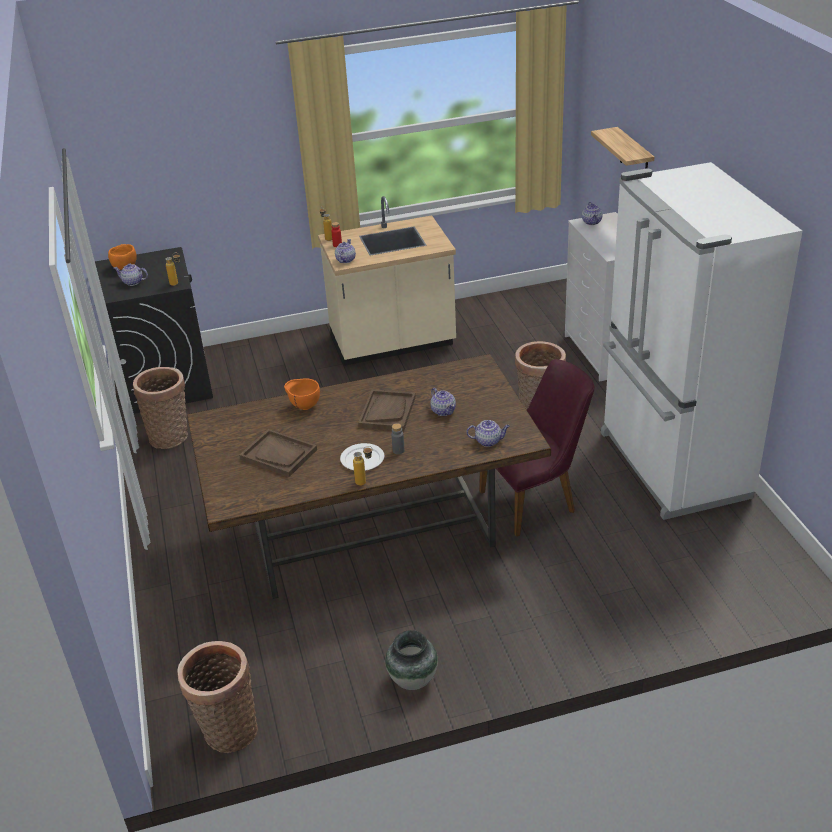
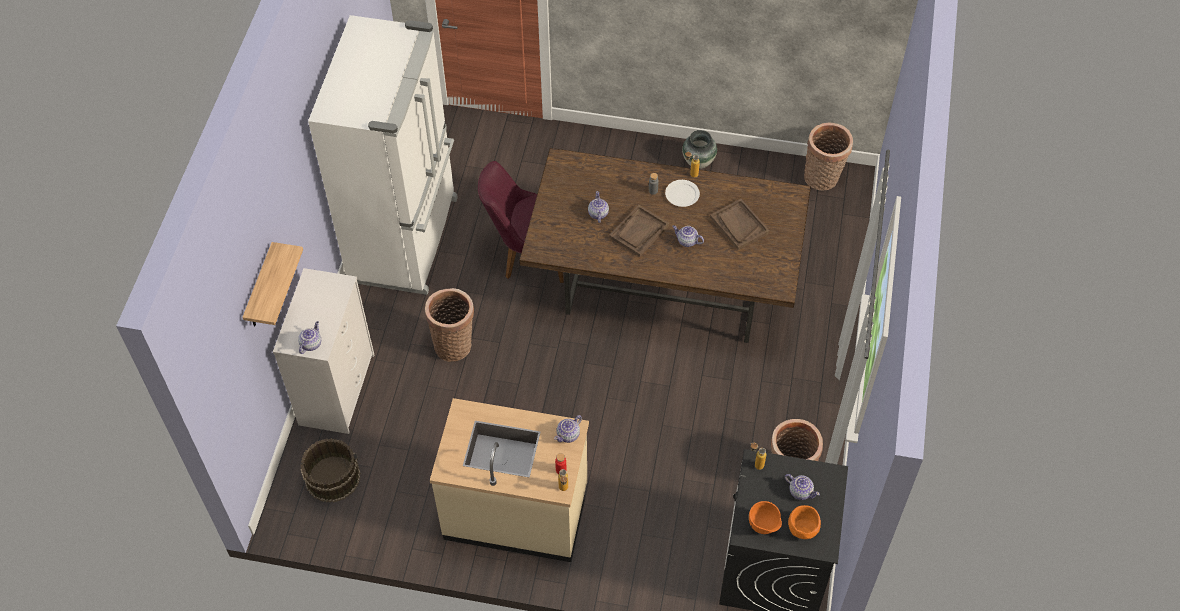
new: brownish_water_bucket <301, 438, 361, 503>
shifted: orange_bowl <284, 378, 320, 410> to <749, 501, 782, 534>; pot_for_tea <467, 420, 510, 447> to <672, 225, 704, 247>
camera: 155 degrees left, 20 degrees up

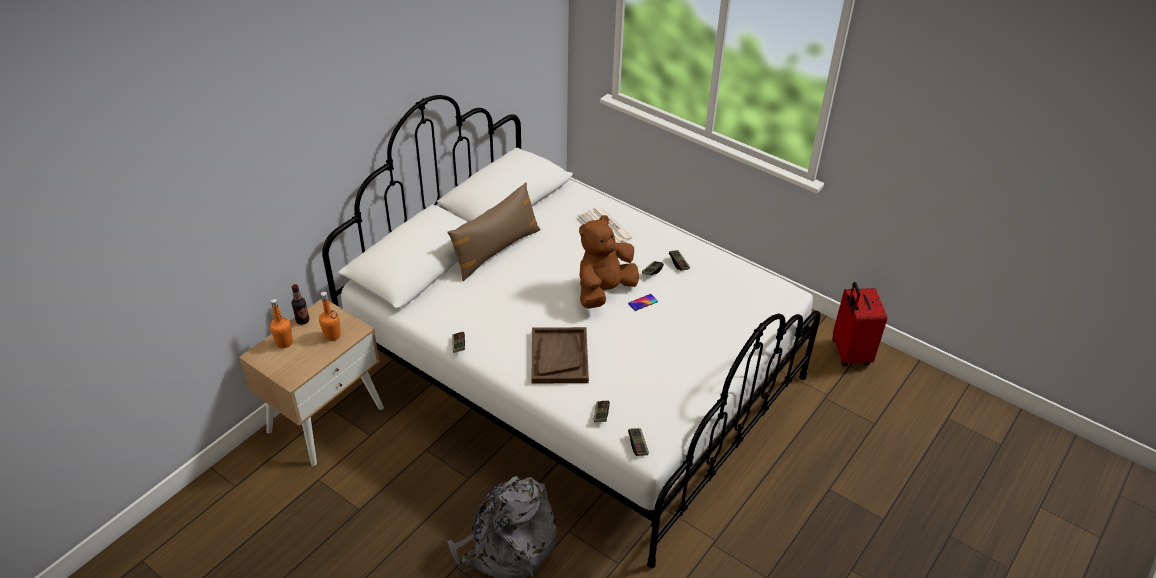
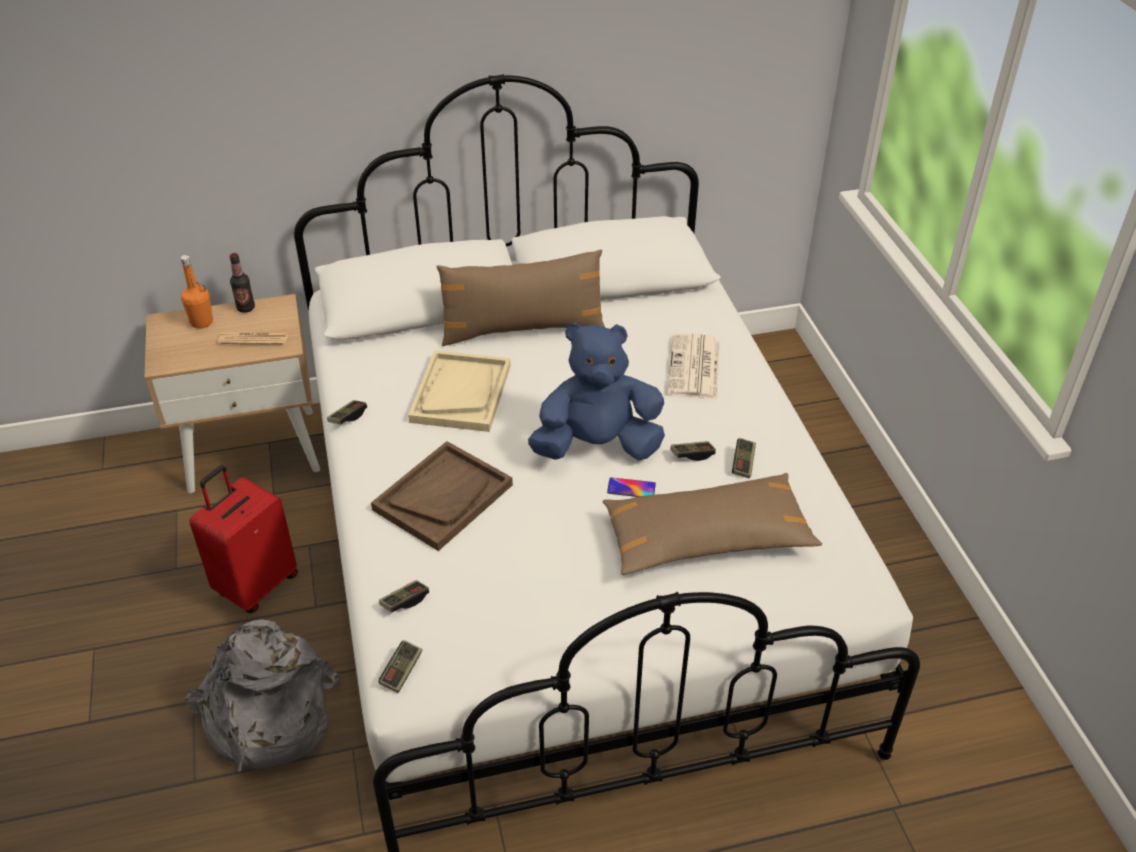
new: beige-coloured_serving_tray <408, 350, 511, 432>; brownish_throw_pillow <603, 473, 822, 575>
shifted: reddish_travel_case <833, 282, 887, 366> to <189, 465, 298, 613>
swapped: orange_bottle <319, 292, 341, 341> to newspaper <218, 332, 289, 345>
repainted: brownish_cuddly_toy <579, 215, 639, 309> to blue_cuddly_toy <528, 323, 665, 461>
camera: 40 degrees right, 0 degrees up

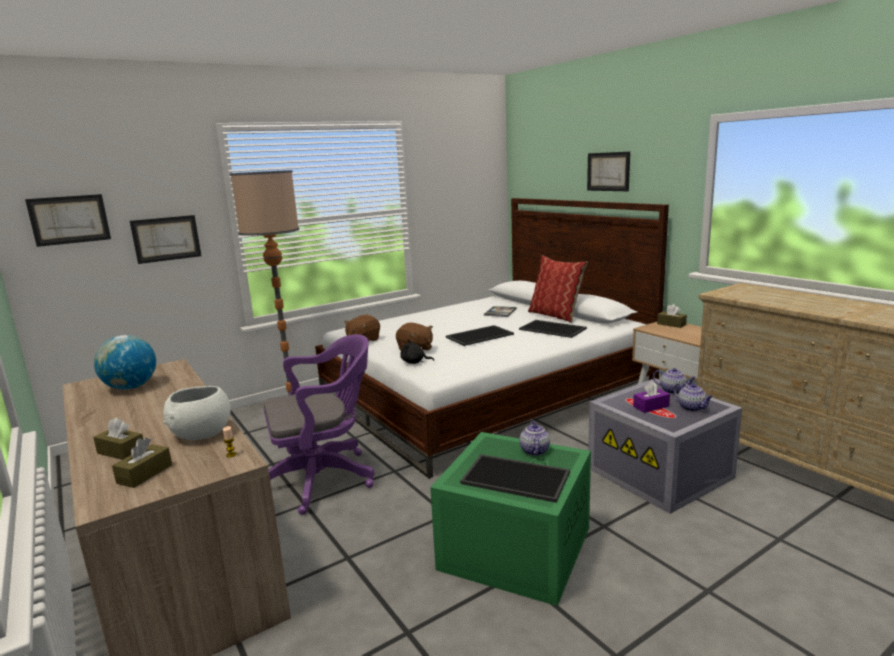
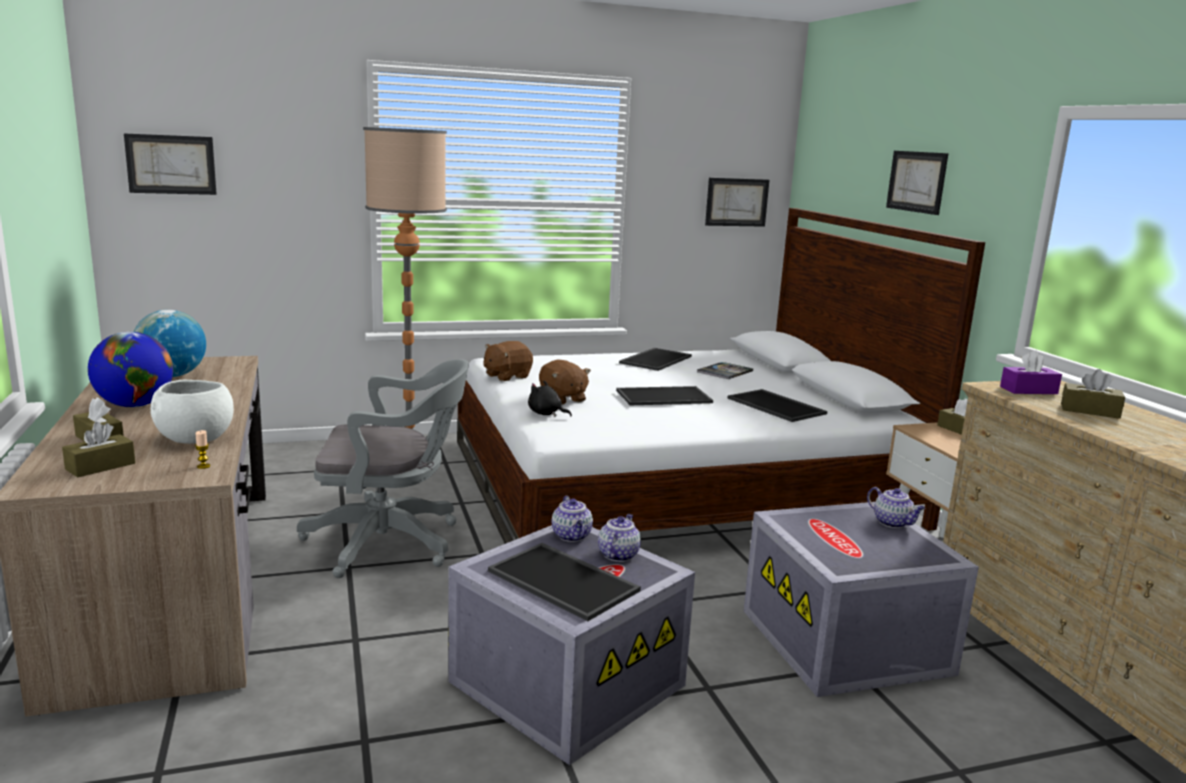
gone: throw_pillow <528, 255, 588, 323>
new: desk_globe <88, 332, 173, 407>; serving_tray <619, 348, 692, 371>; brownish_tissue_box <1061, 369, 1125, 419>
shifted: picture <130, 215, 201, 264> to <705, 178, 769, 227>; purple_tissue_box <633, 381, 670, 413> to <1000, 350, 1062, 394>; pot_for_tea <673, 383, 713, 411> to <552, 496, 593, 542>
repainted: purple_computer_chair <264, 334, 375, 515> to greyish_computer_chair <297, 359, 469, 578>; greenish_storage_bin <430, 432, 591, 606> to greyish_storage_bin <448, 525, 695, 765>
camera: 15 degrees right, 0 degrees up

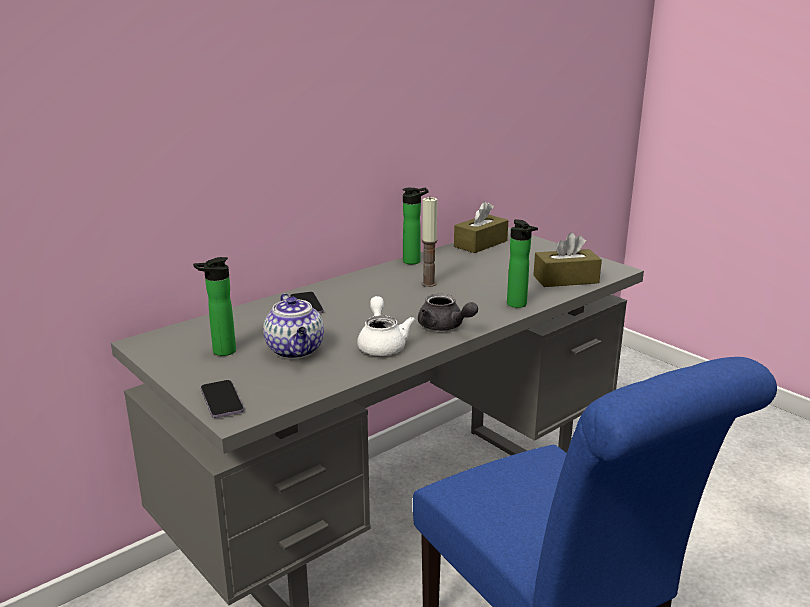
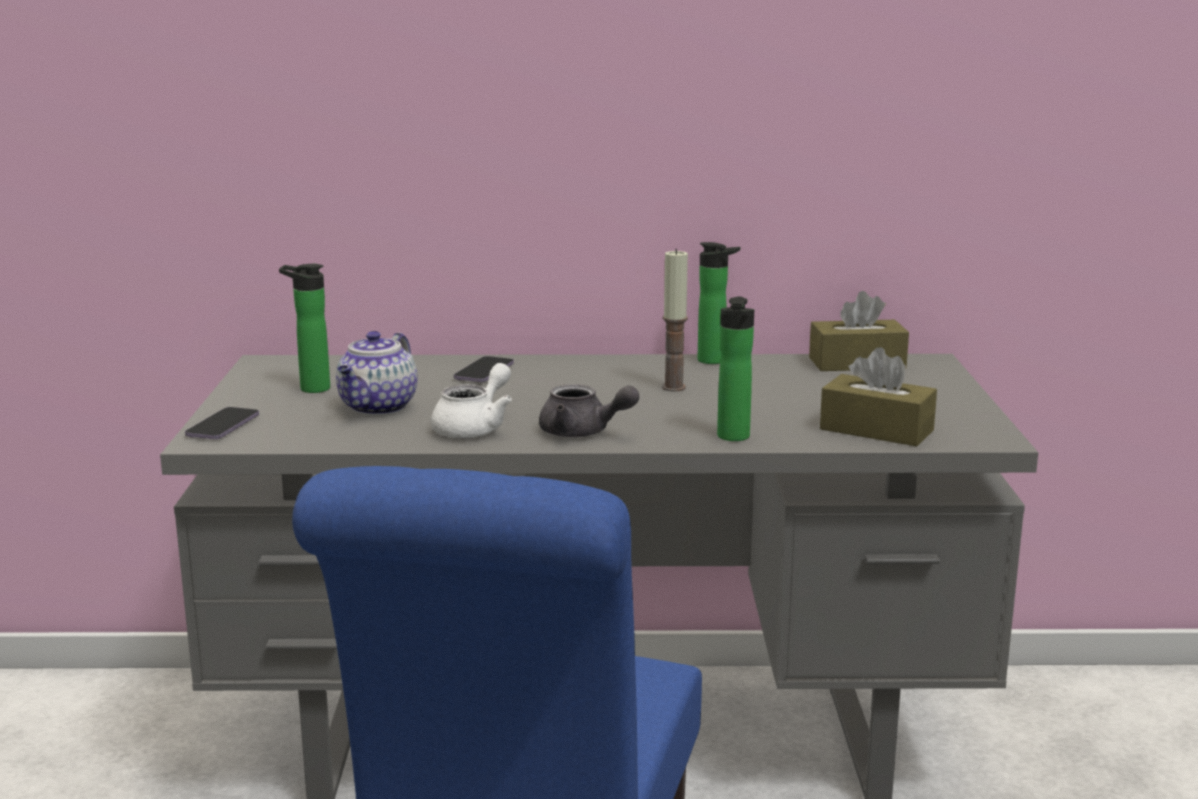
rotated: greyish_pot_for_tea <418, 294, 478, 331> = <539, 384, 639, 437> 60 degrees counterclockwise
camera: 40 degrees right, 5 degrees down

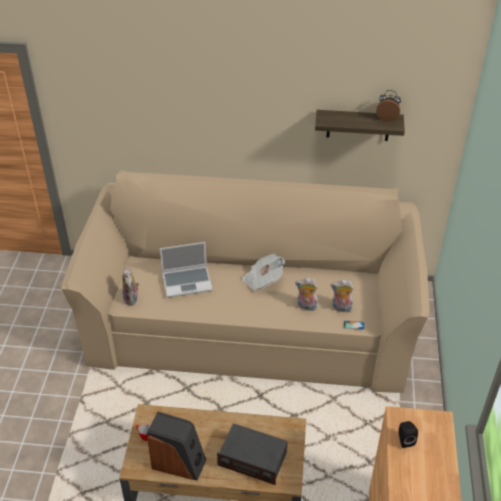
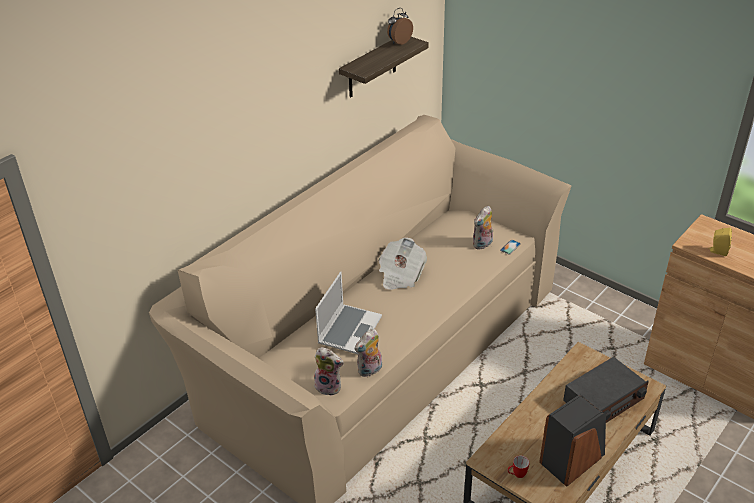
shifted: cuddly_toy <295, 278, 318, 311> to <355, 329, 382, 377>
repainted: black-coloured_audio_speaker <399, 421, 418, 448> to yellow-coloured_audio_speaker <709, 228, 732, 256>
camera: 55 degrees left, 5 degrees down

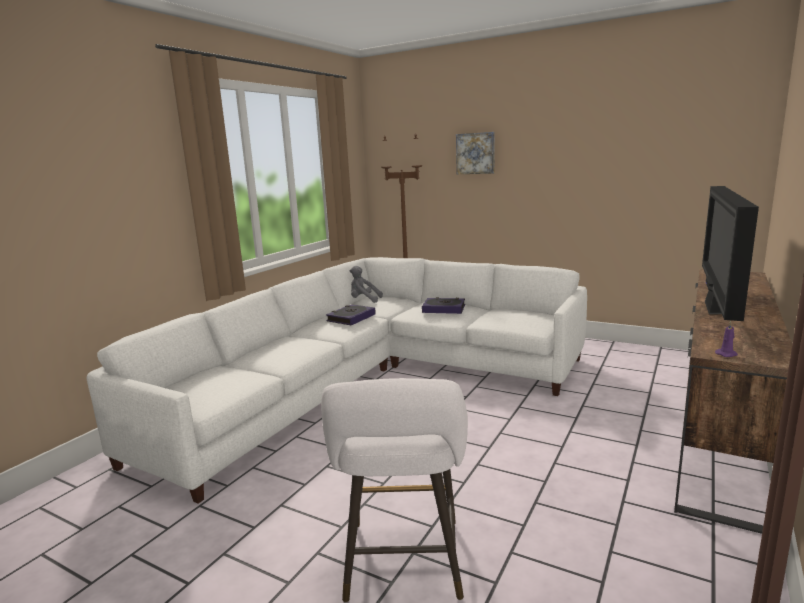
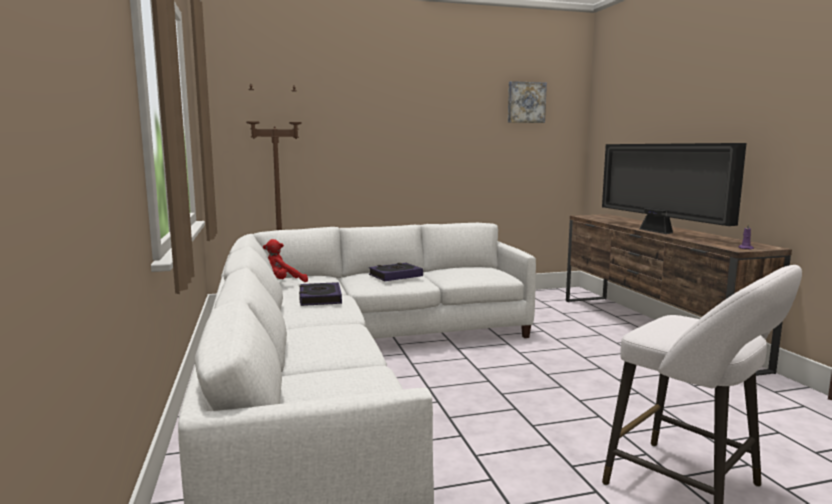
shifted: picture <456, 132, 495, 174> to <508, 81, 547, 123>
repainted: greyish_cuddly_toy <350, 266, 383, 303> to reddish_cuddly_toy <263, 239, 308, 282>
camera: 45 degrees left, 5 degrees down

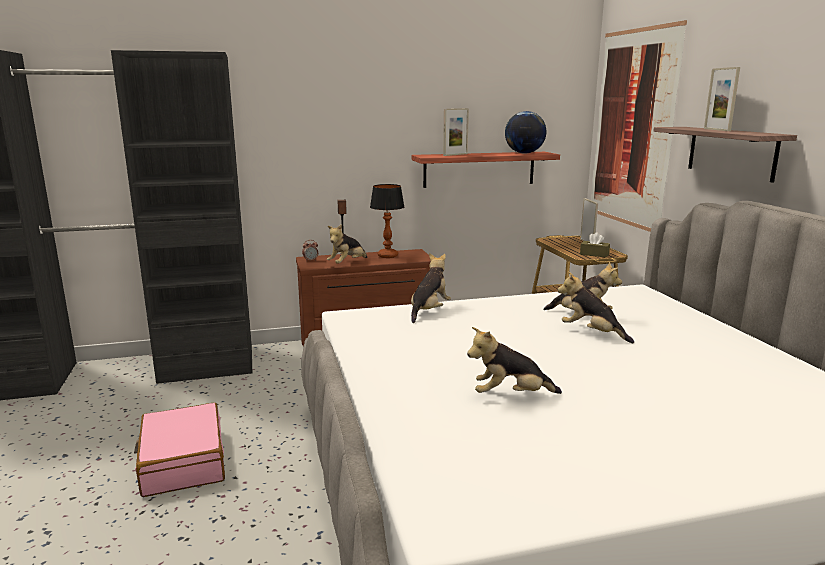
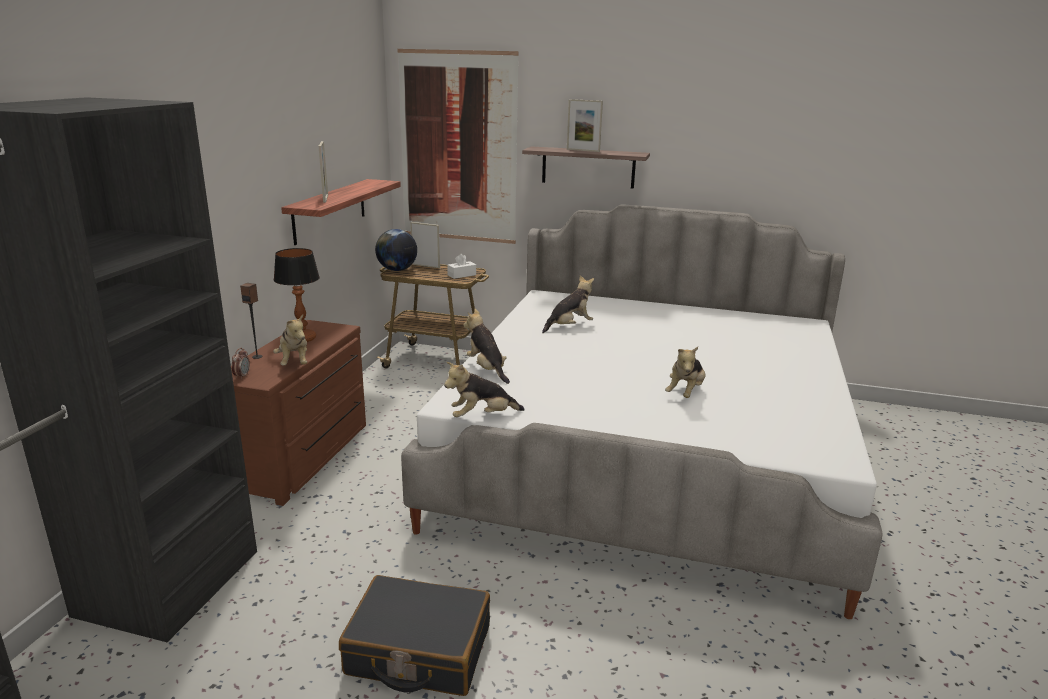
shifted: desk_globe <505, 111, 546, 154> to <375, 229, 417, 271>; cuddly_toy <558, 271, 634, 343> to <444, 362, 525, 417>
repainted: pinkish_travel_case <134, 402, 225, 497> to black-coloured_travel_case <339, 575, 490, 696>; brownish_tissue_box <580, 232, 610, 258> to white_tissue_box <447, 254, 476, 279>
camera: 60 degrees left, 5 degrees up

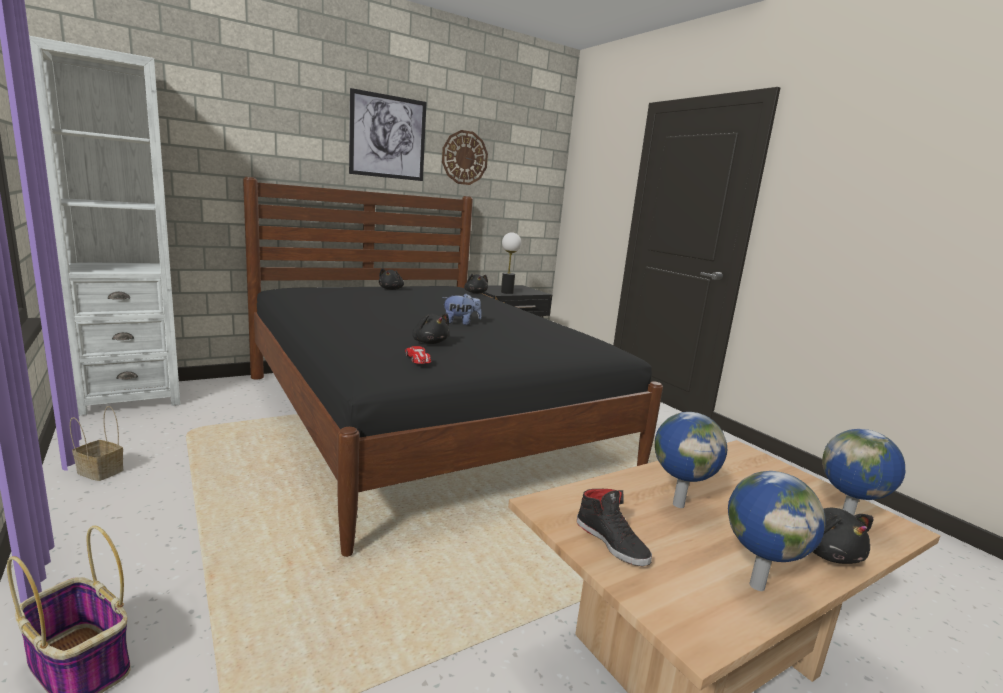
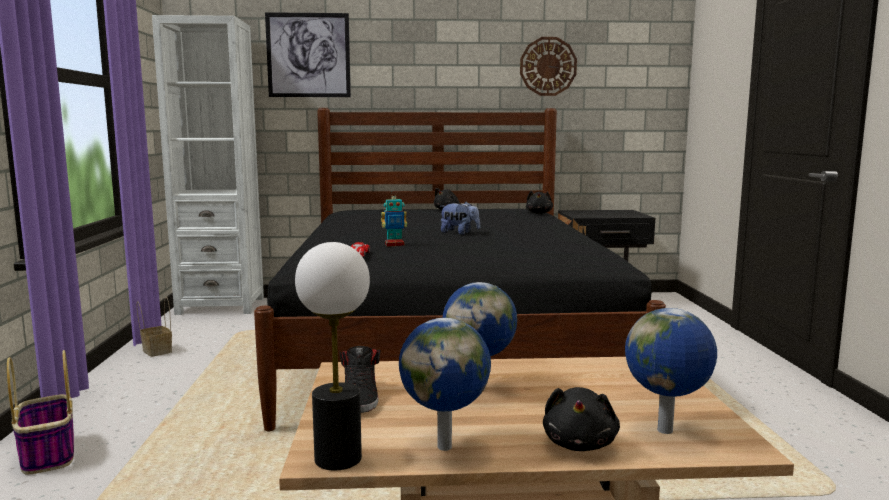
shifted: picture <349, 88, 427, 181> to <265, 12, 351, 97>; table_lamp <501, 232, 521, 294> to <295, 242, 370, 470>
swapped: black-coloured_cuddly_toy <412, 314, 450, 344> to model_robot <381, 191, 407, 247>
camera: 30 degrees right, 5 degrees down

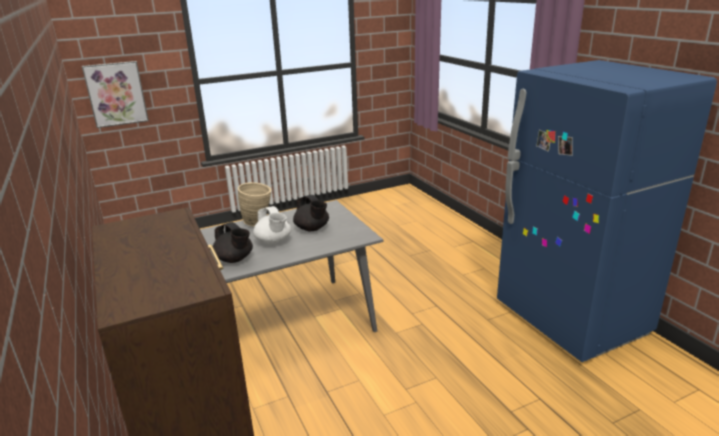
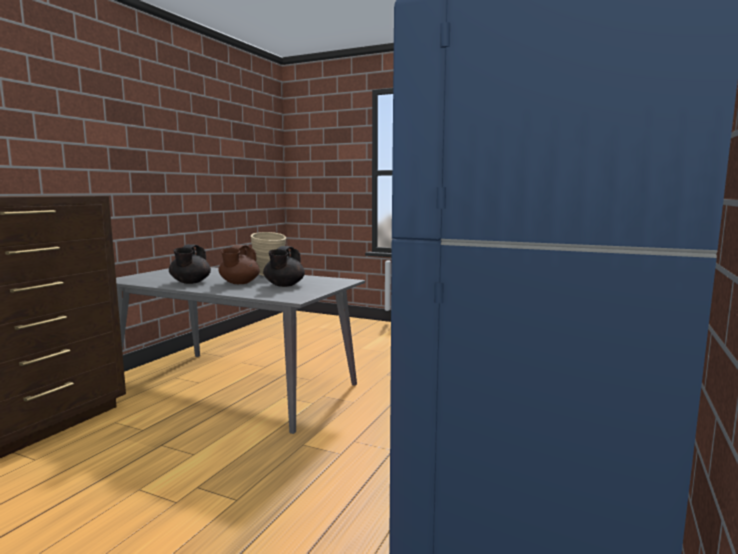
gone: picture <82, 61, 149, 128>
repainted: white_pot_for_tea <253, 206, 291, 245> to brownish_pot_for_tea <219, 245, 260, 284>
camera: 50 degrees right, 15 degrees down

